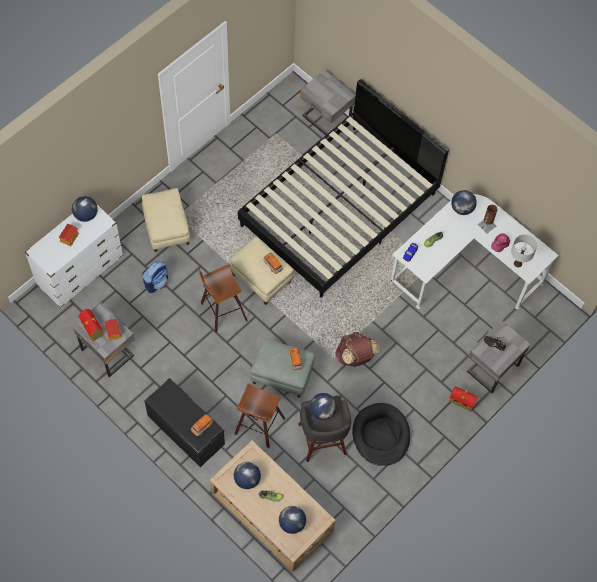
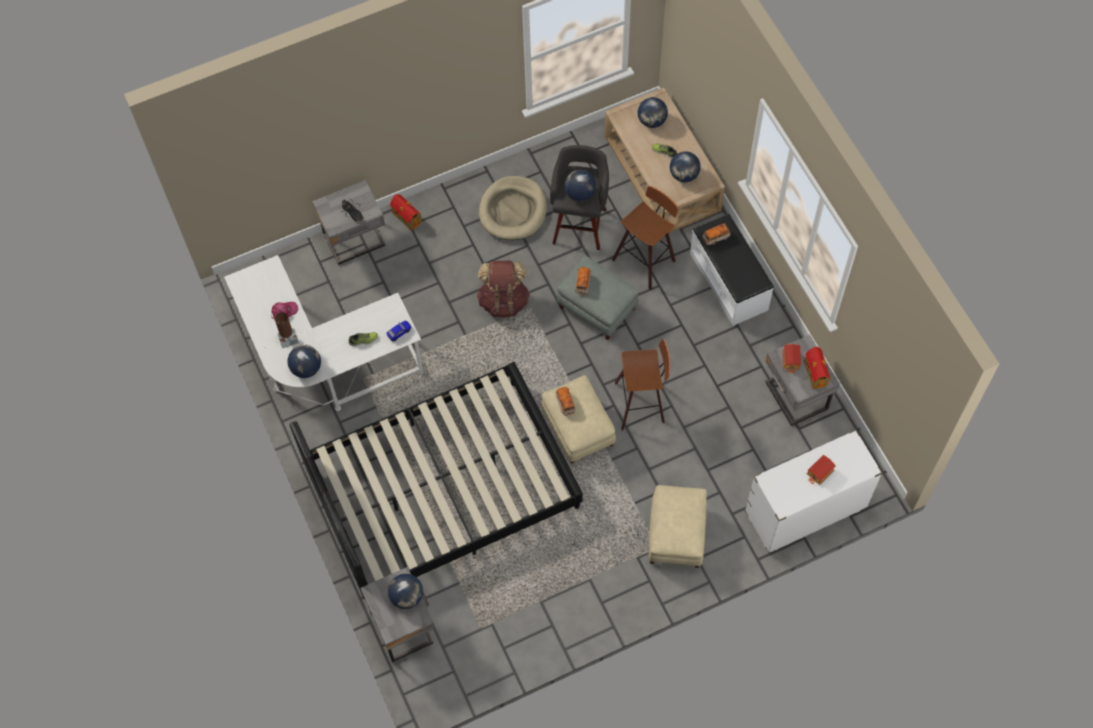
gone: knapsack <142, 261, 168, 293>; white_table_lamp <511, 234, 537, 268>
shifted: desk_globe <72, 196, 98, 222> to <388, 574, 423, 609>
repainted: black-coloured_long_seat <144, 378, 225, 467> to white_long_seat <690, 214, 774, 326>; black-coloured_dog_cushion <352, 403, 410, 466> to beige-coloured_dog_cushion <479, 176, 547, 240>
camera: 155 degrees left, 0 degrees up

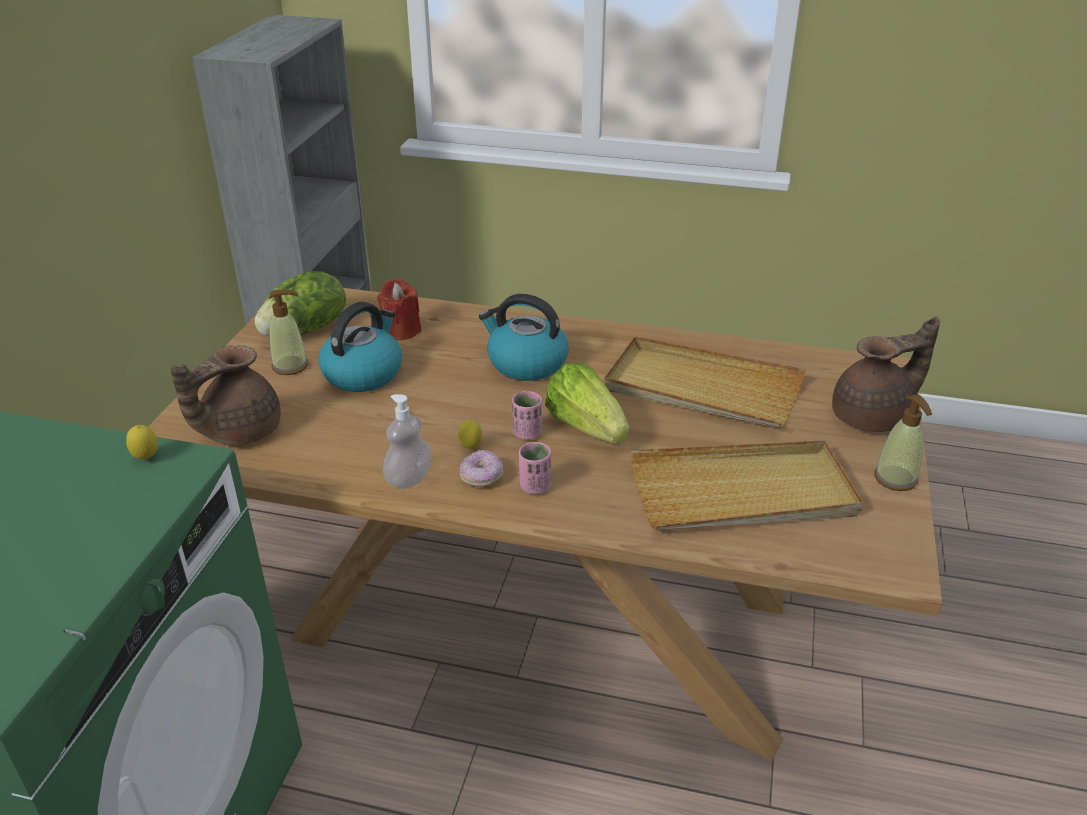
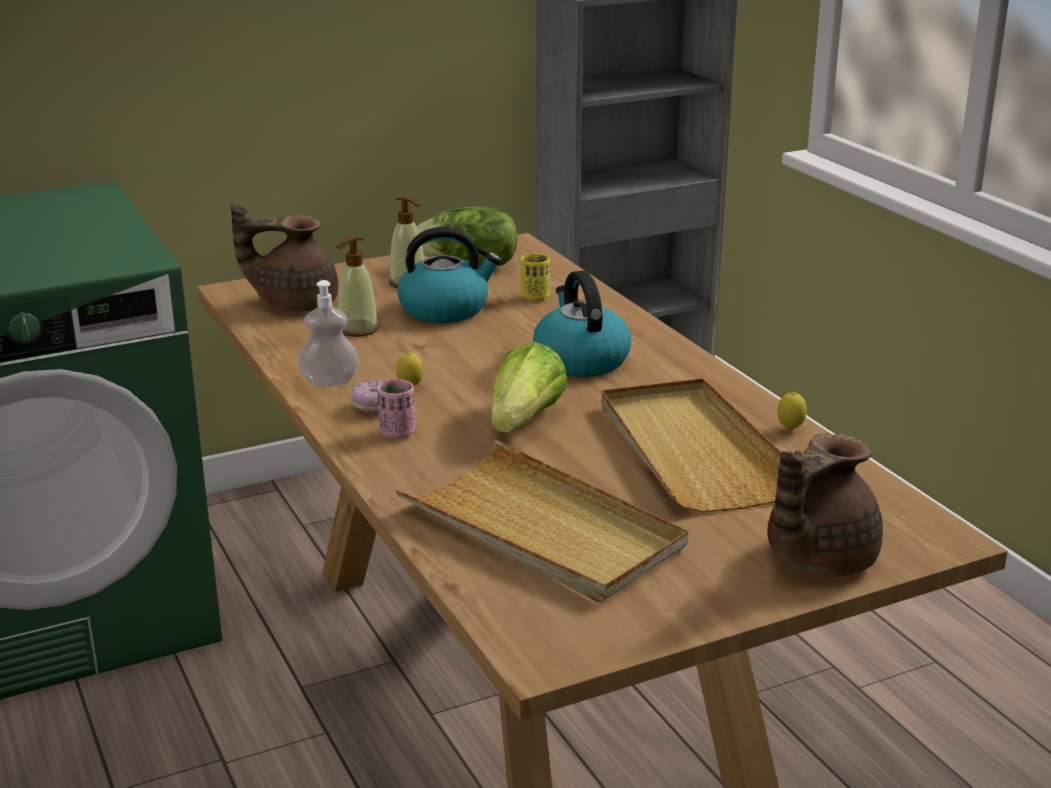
gone: pinkish_cup <512, 391, 542, 440>
shifted: lemon <126, 425, 158, 459> to <777, 392, 807, 430>; soap_bottle <874, 394, 932, 491> to <337, 236, 379, 337>
swapped: reddish_wax_candle <377, 279, 421, 340> to yellow-coloured_cup <521, 253, 550, 301>
rotated: brownish_pot_for_tea <832, 316, 940, 432> = <767, 433, 883, 577> 105 degrees clockwise
camera: 50 degrees right, 10 degrees down

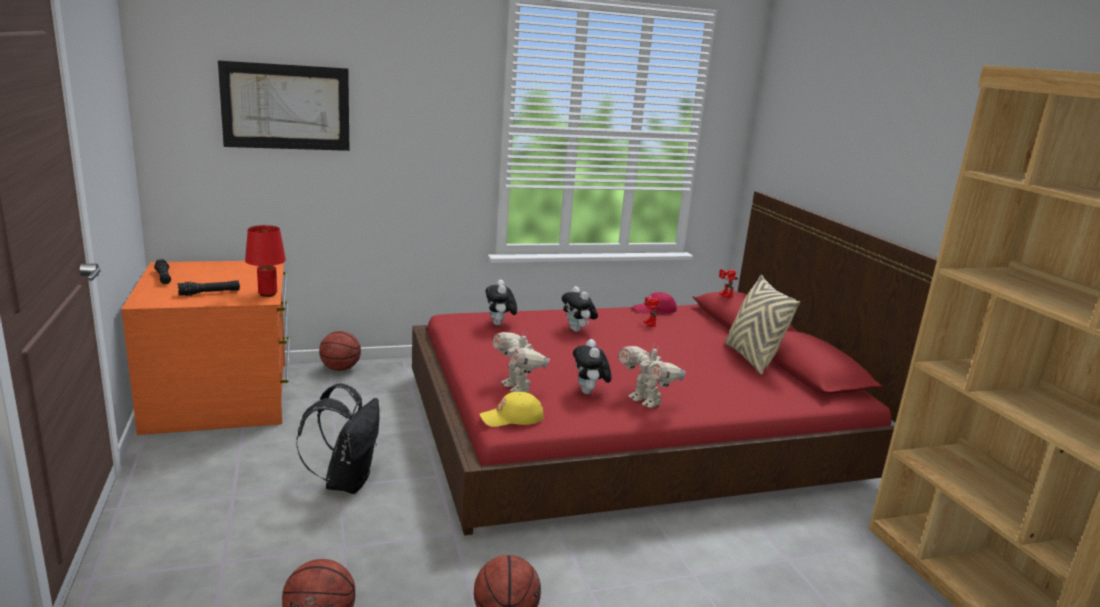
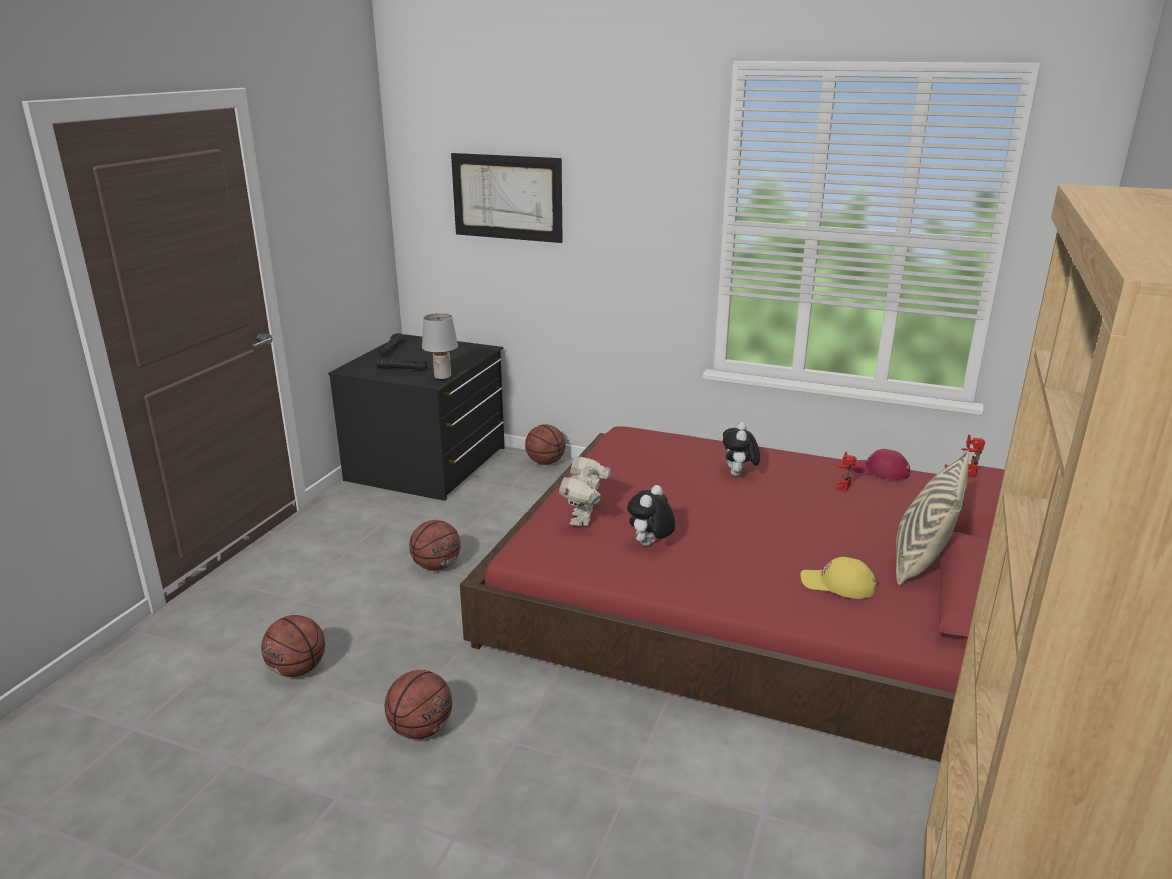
gone: cuddly_toy <485, 279, 517, 326>; model_robot <618, 344, 686, 408>
shifted: yellow-coloured_peaked_cap <480, 392, 544, 427> to <801, 557, 877, 599>
swapped: black-coloured_knapsack <296, 383, 380, 494> to basketball <409, 520, 461, 571>
repainted: orange_drawer_chest <121, 261, 290, 435> to black-coloured_drawer_chest <328, 334, 505, 501>; reddish_table_lamp <245, 225, 286, 297> to greyish_table_lamp <422, 313, 458, 381>
camera: 40 degrees right, 5 degrees up

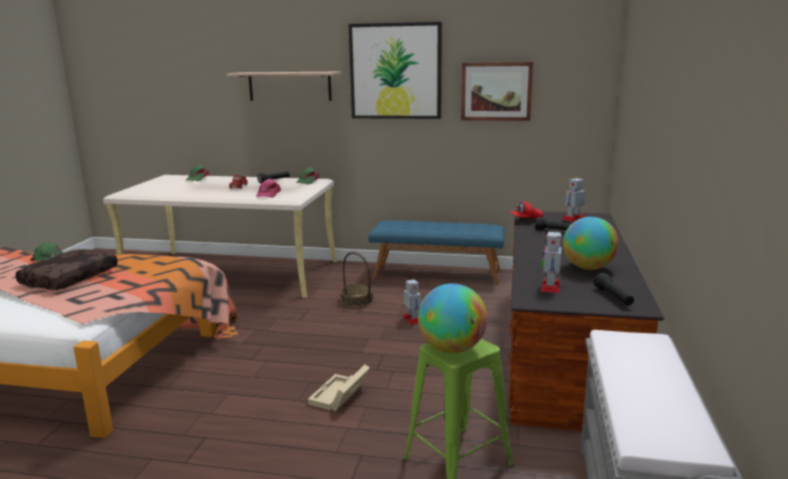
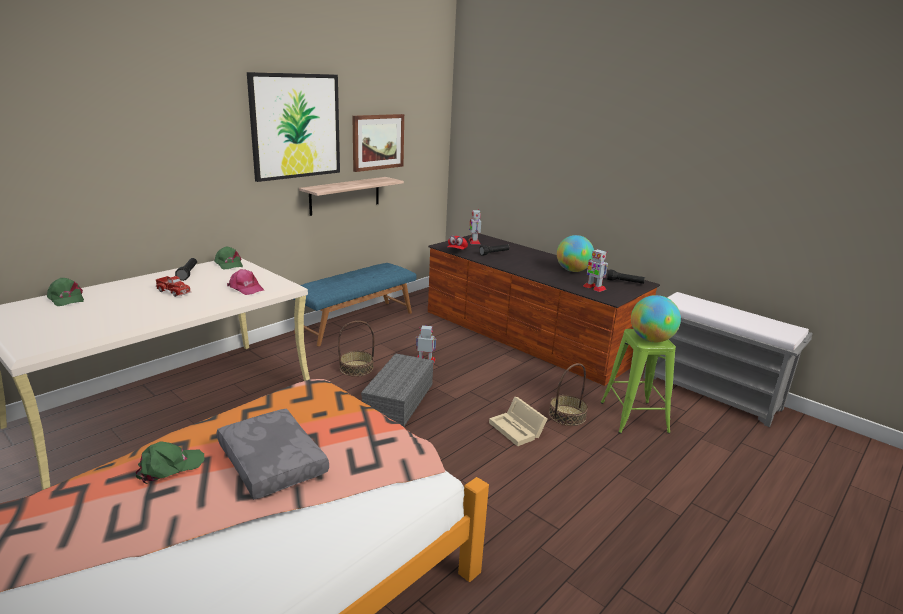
new: greyish_storage_bin <361, 353, 434, 427>; basket <549, 363, 588, 426>
shifted: bracket_shelf <227, 72, 341, 101> to <299, 177, 404, 216>
repainted: brownish_throw_pillow <16, 249, 118, 290> to greyish_throw_pillow <217, 409, 329, 499>
camera: 60 degrees left, 5 degrees up

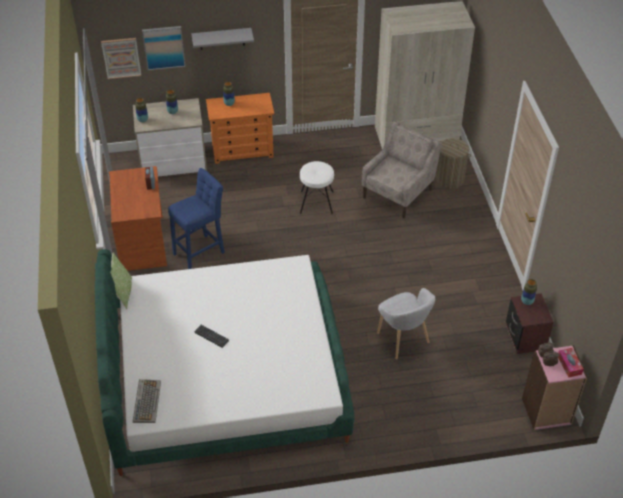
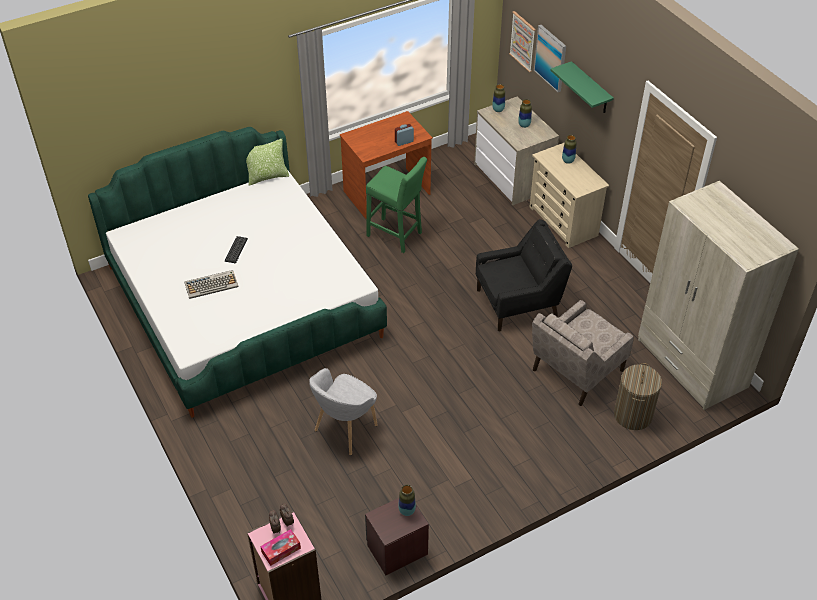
shifted: PC_keyboard <133, 379, 161, 423> to <185, 270, 238, 299>
swapped: white_stool <300, 161, 334, 215> to black-coloured_lounge_chair <476, 219, 572, 331>
repainted: blue_stool <168, 168, 225, 269> to greenish_stool <366, 157, 427, 253>; greyish_bracket_shelf <191, 28, 254, 50> to greenish_bracket_shelf <550, 61, 614, 113>; orange_drawer_chest <206, 93, 274, 164> to beige-coloured_drawer_chest <530, 143, 609, 248>
rotated: beige-coloured_lounge_chair <362, 121, 442, 218> = <532, 300, 634, 406> 120 degrees clockwise
camera: 70 degrees right, 0 degrees up

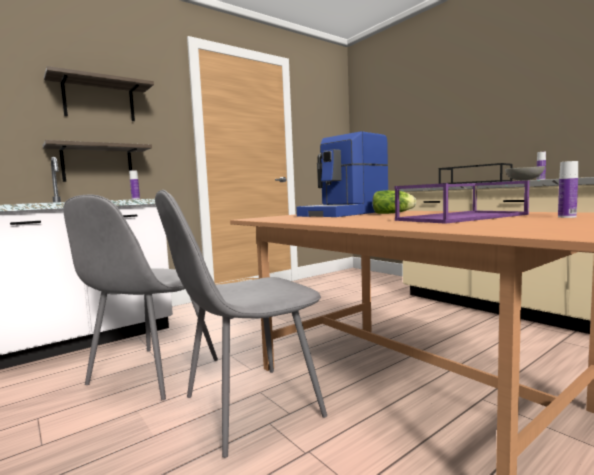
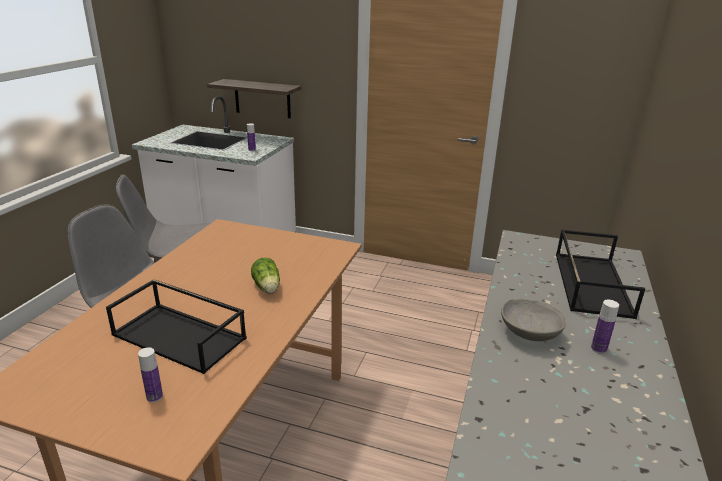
gone: bracket_shelf <44, 66, 154, 121>; coffee_maker <297, 131, 388, 217>
repainted: purple_serving_tray <395, 180, 529, 224> to black-coloured_serving_tray <106, 279, 247, 374>
camera: 55 degrees right, 20 degrees up

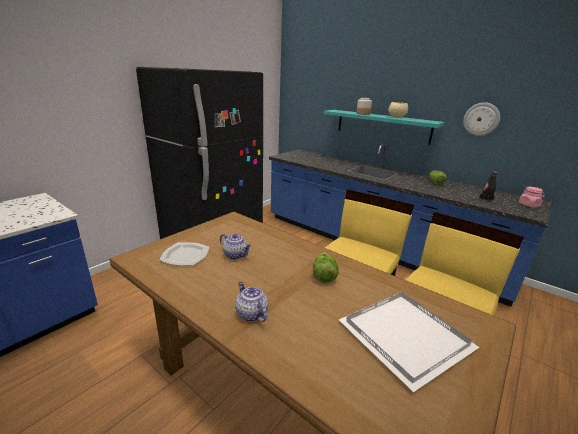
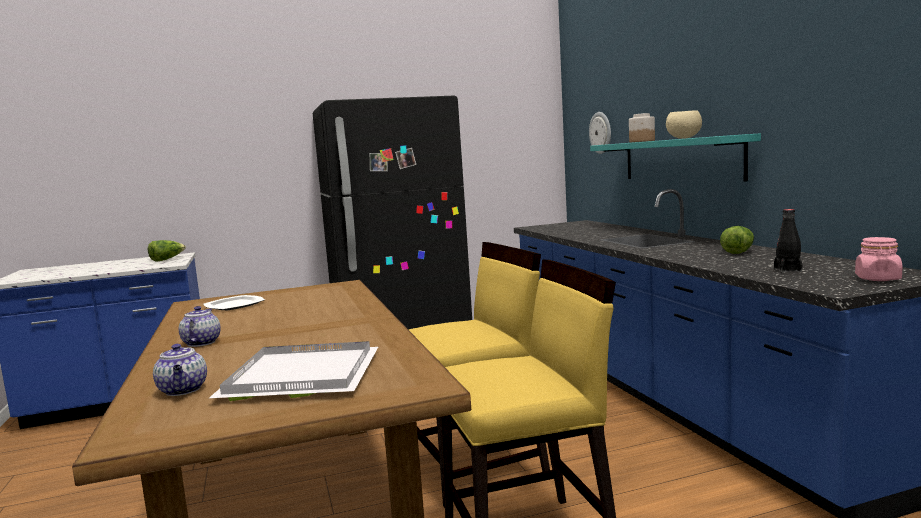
shifted: pot_for_tea <220, 234, 251, 260> to <153, 344, 207, 396>; lettuce <313, 253, 339, 283> to <148, 240, 186, 261>; wall_clock <463, 102, 500, 136> to <589, 112, 611, 154>
camera: 35 degrees right, 15 degrees down

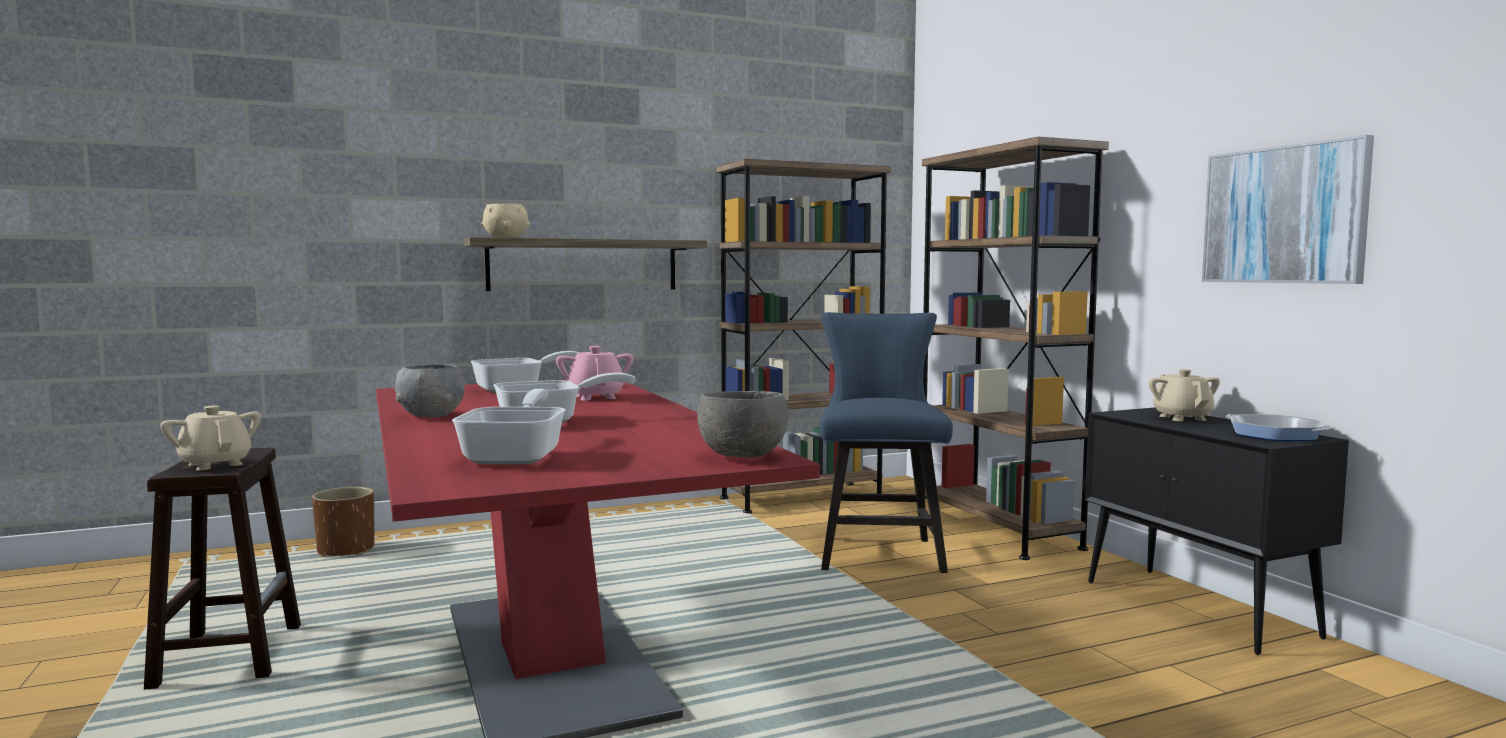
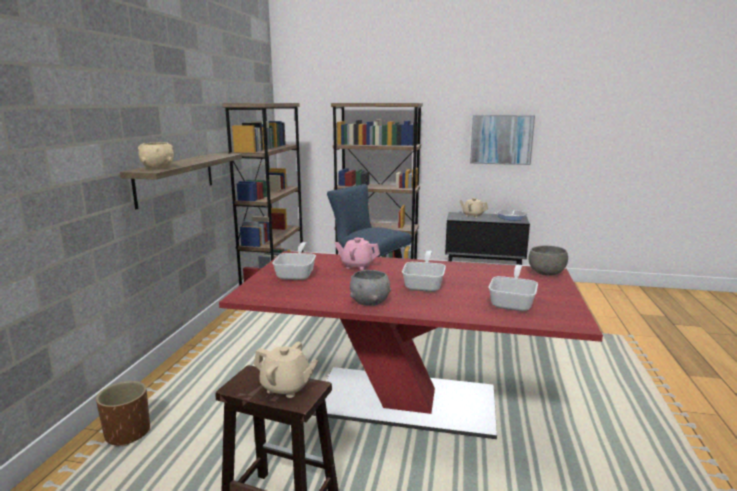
rotated: beige-coloured_pot_for_tea <160, 405, 261, 471> = <254, 342, 318, 398> 150 degrees counterclockwise; pan <452, 389, 566, 464> = <489, 265, 538, 311> 75 degrees clockwise
camera: 55 degrees left, 10 degrees up

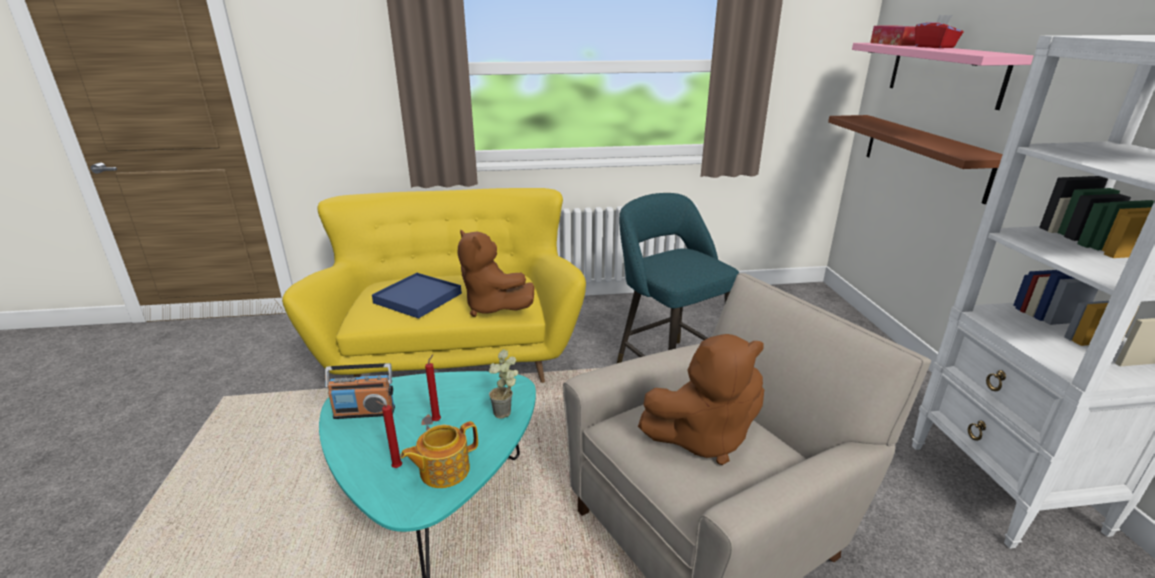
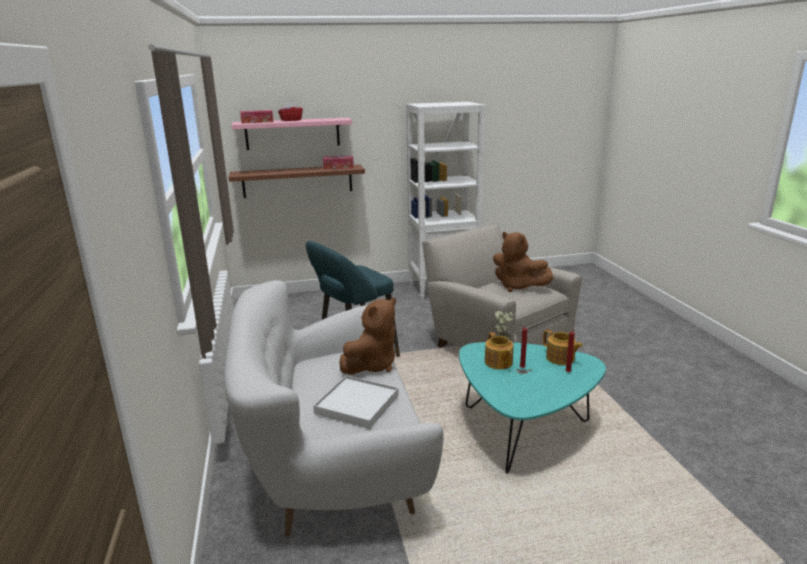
gone: radio_set <325, 363, 395, 419>
new: tissue_box <323, 156, 354, 169>; pot_for_tea <485, 332, 513, 369>
repainted: yellow-coloured_sofa <282, 188, 586, 383> to white_sofa <224, 280, 444, 537>; blue_serving_tray <372, 273, 462, 319> to white_serving_tray <313, 376, 399, 429>
rotated: brownish_cuddly_toy <638, 334, 764, 465> = <493, 232, 553, 292> 150 degrees clockwise
camera: 95 degrees left, 5 degrees down

